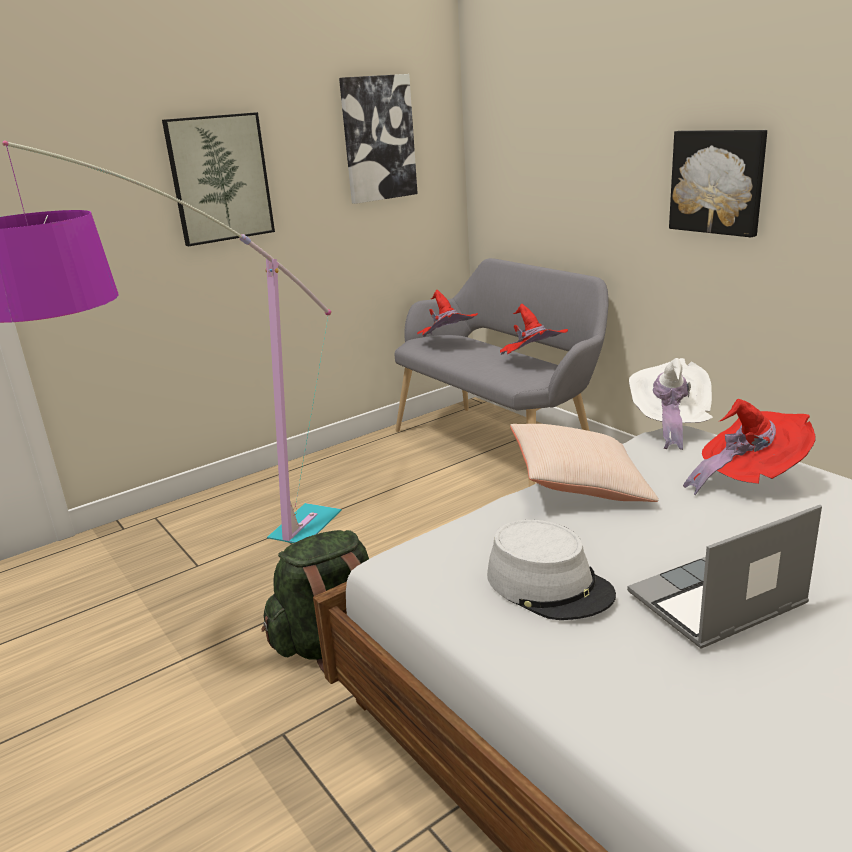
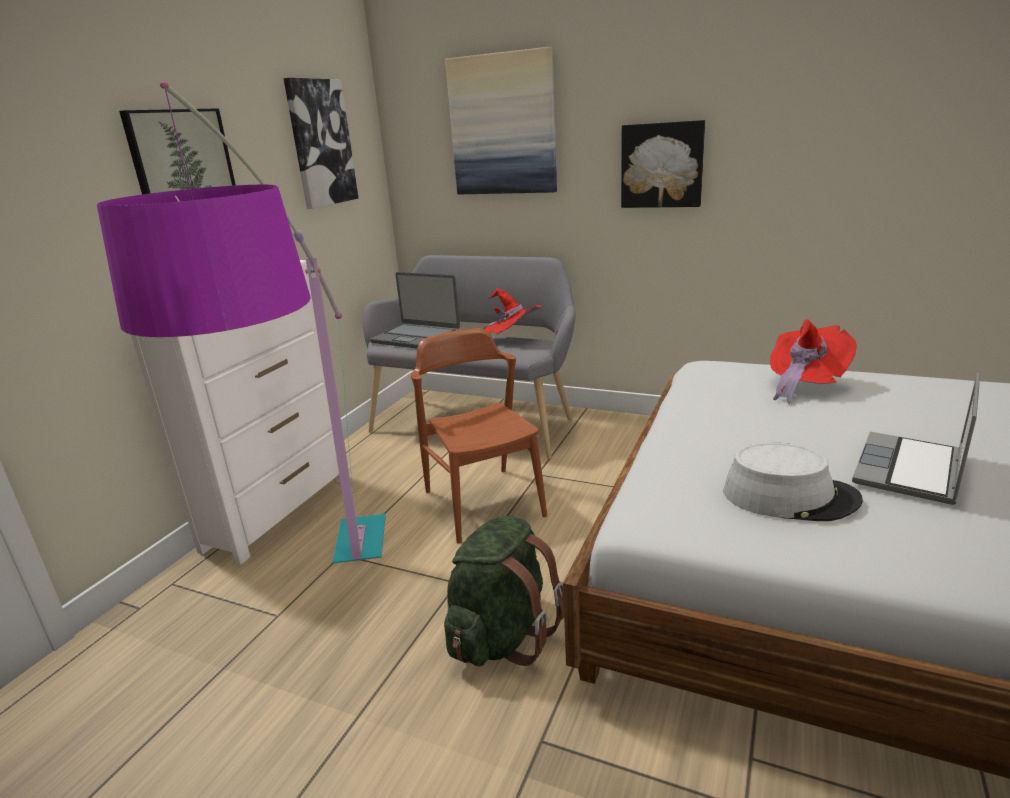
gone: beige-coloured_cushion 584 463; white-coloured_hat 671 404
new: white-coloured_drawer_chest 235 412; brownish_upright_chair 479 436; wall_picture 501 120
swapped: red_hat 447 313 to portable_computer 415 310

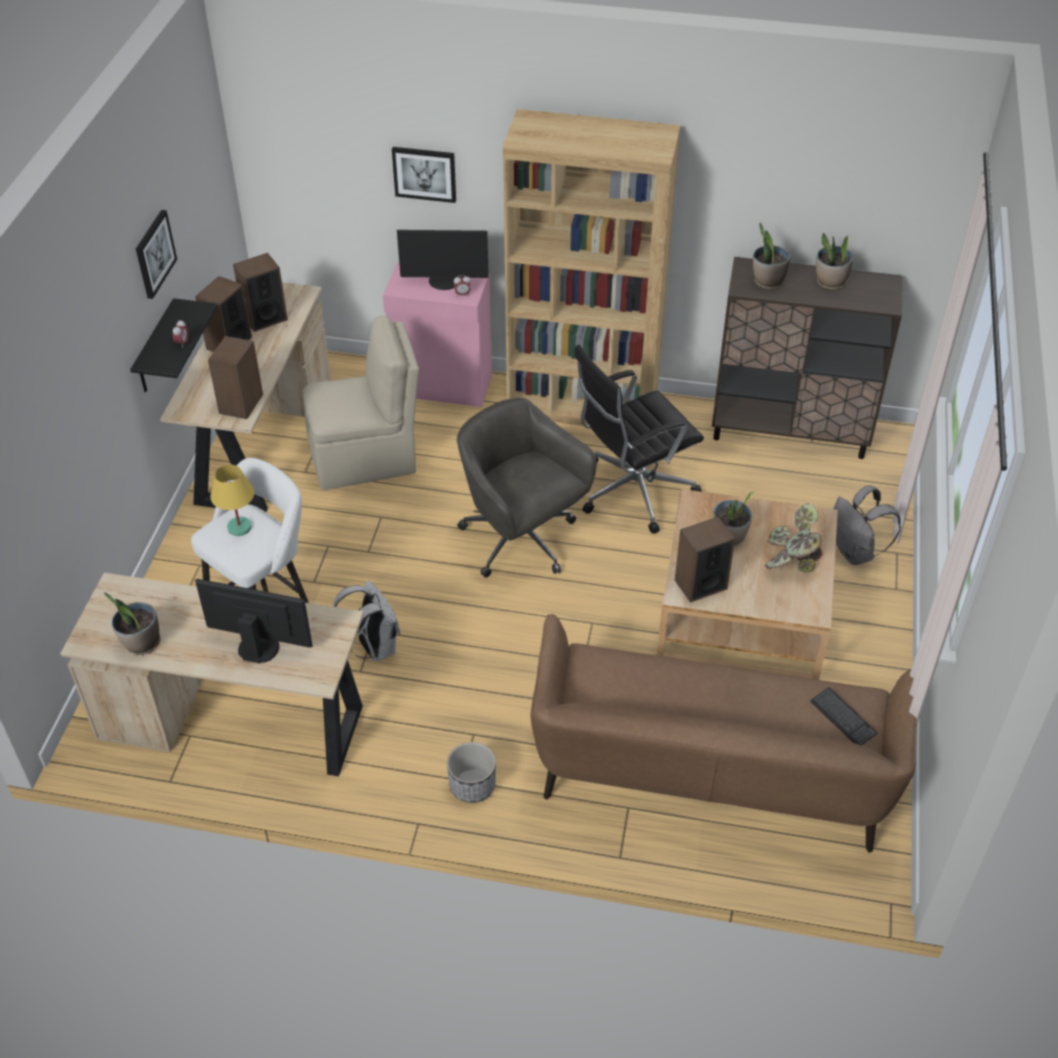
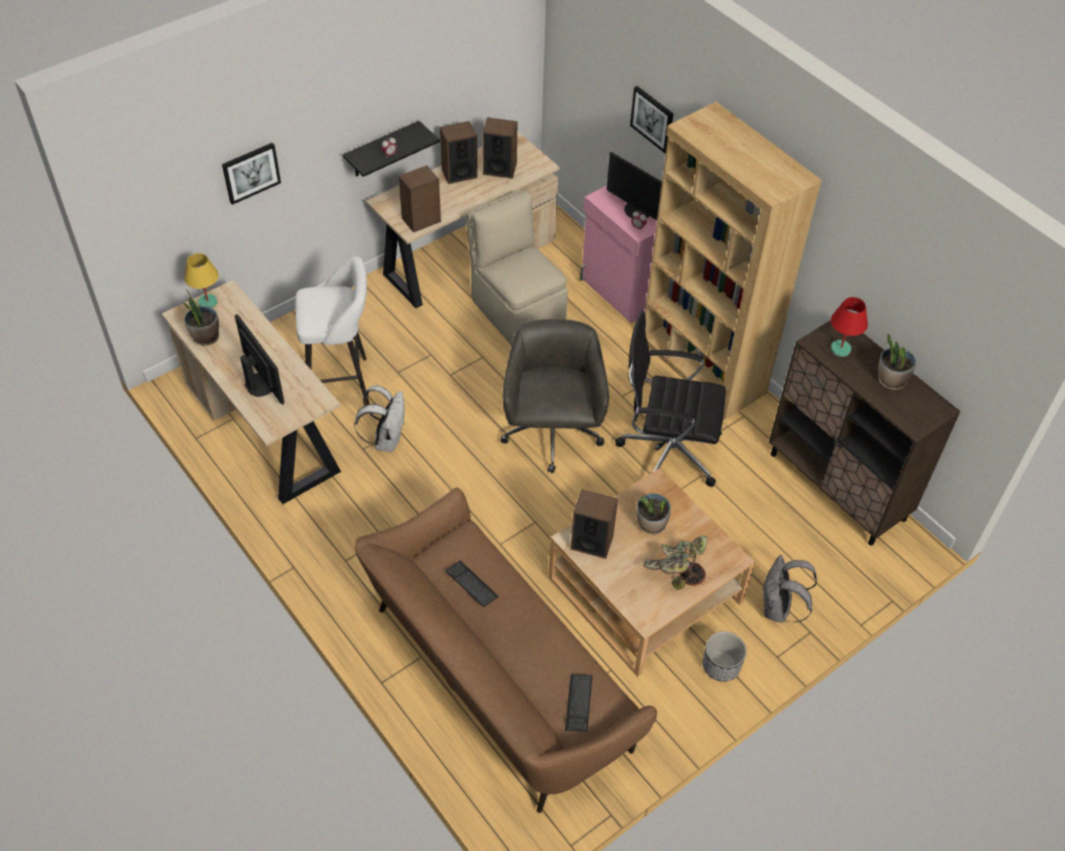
new: PC_keyboard 472 584
shifted: wall_picture 156 254 to 251 174; yellow_lamp_for_a_table 232 500 to 201 280; flower_pot 471 772 to 725 656
swapped: plant_in_a_pot 771 256 to red_lamp_for_a_table 849 327
rotated: beige-coloured_upright_chair 361 403 = 516 267 150 degrees counterclockwise

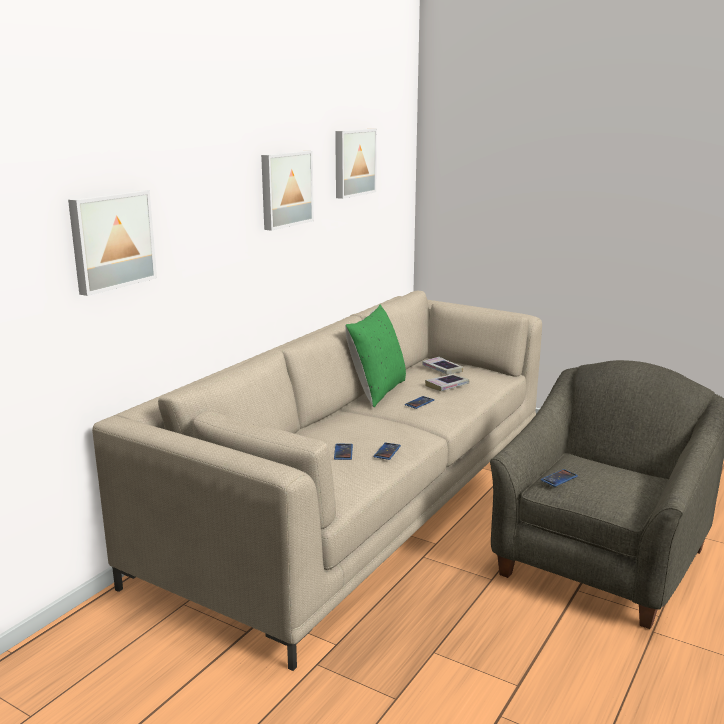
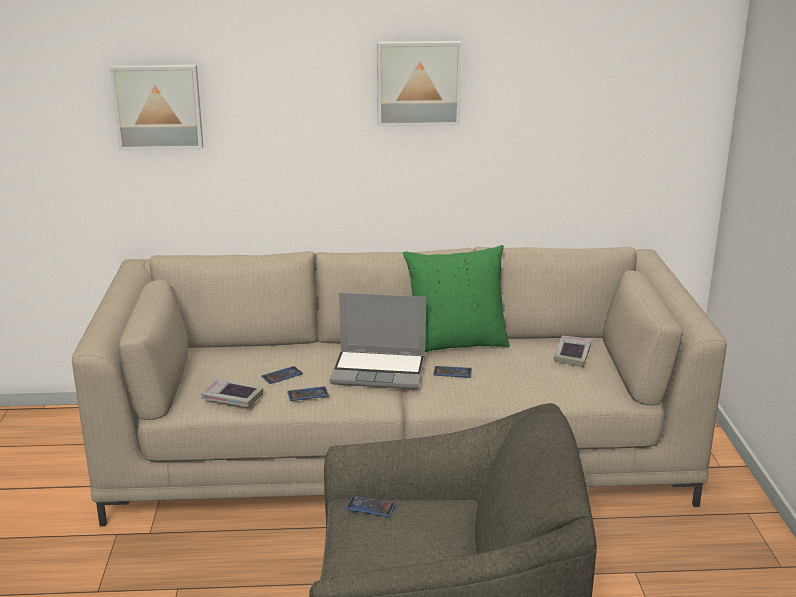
gone: wall_picture 356 164
new: portable_computer 377 341
shifted: bound_book 447 382 to 232 392

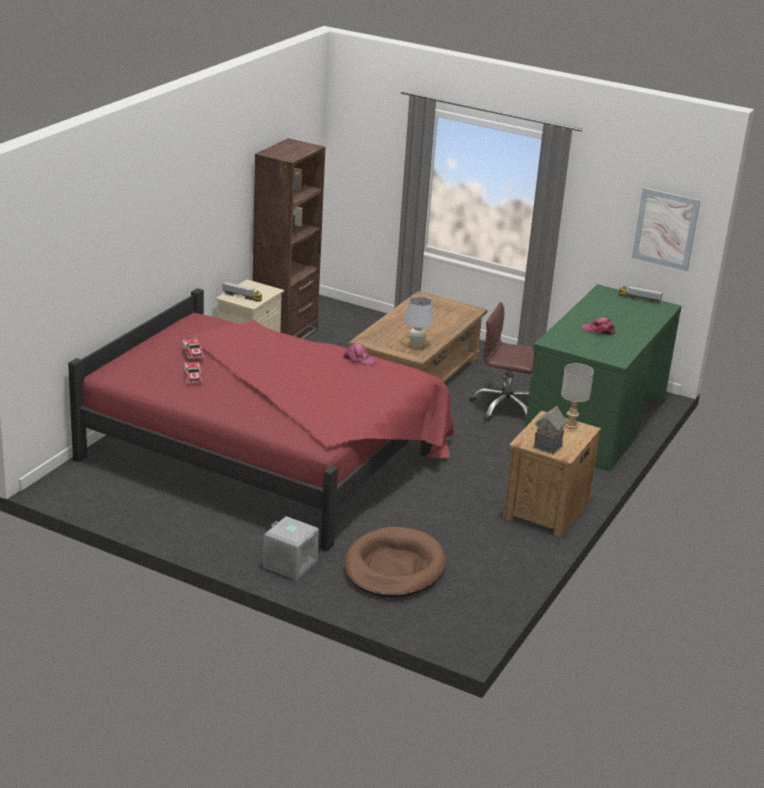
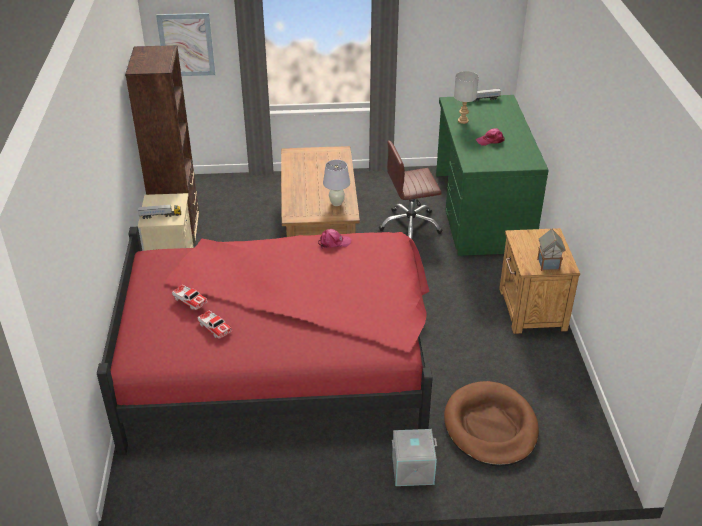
shifted: greyish_lamp_for_a_table 577 396 to 466 97; wall_picture 666 229 to 185 44

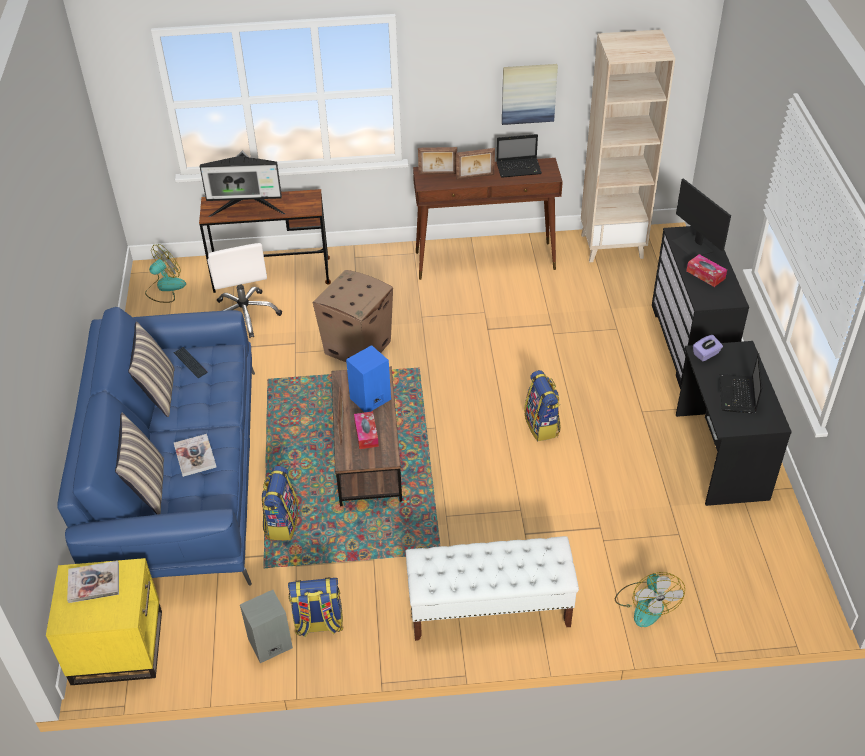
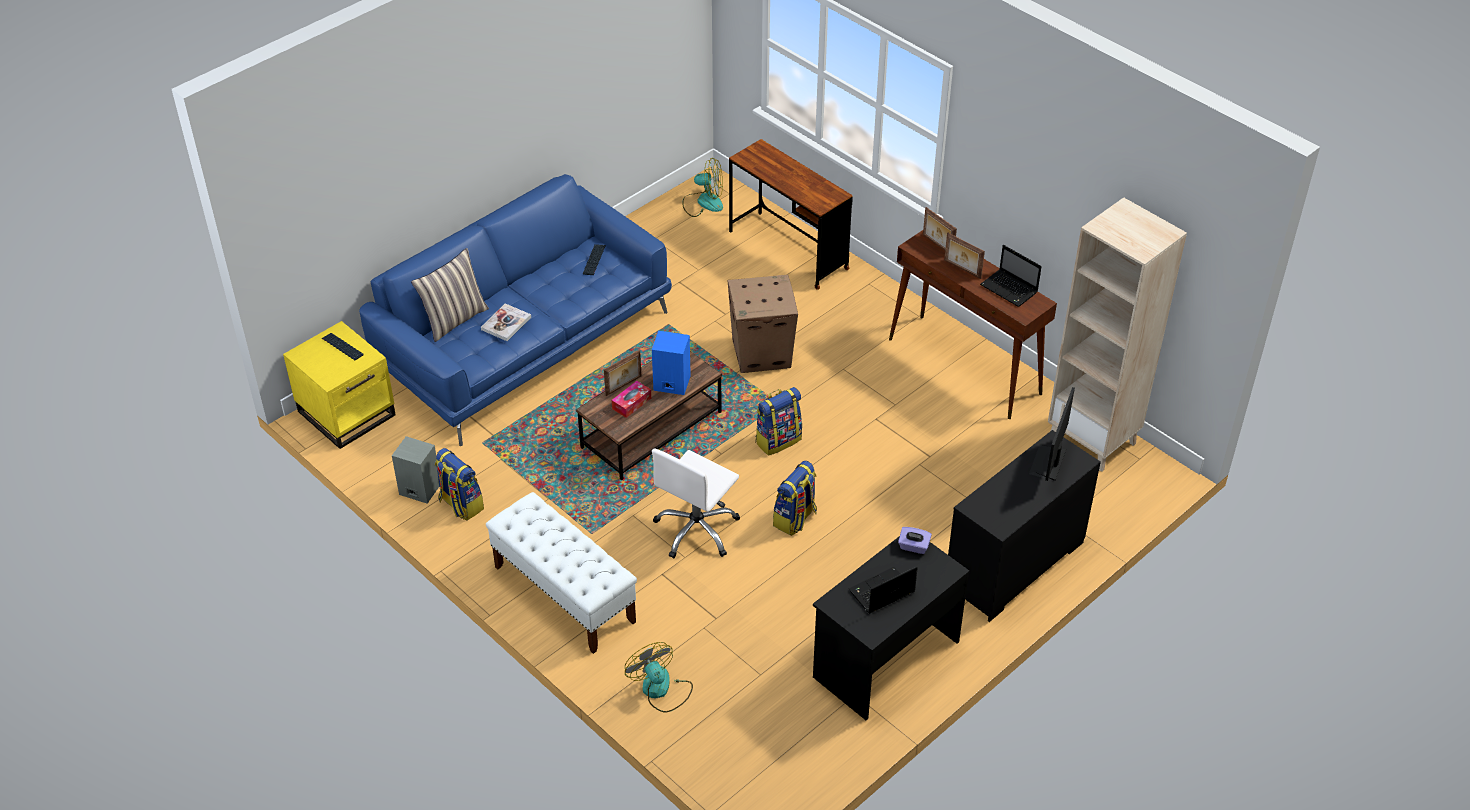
gone: cushion 151 369; computer_display 242 184; wall_picture 530 94; tissue_holder 706 270
shifted: white-coloured_desk_chair 244 290 to 696 503; rucksack 280 503 to 779 421
swapped: bound_book 93 582 to PC_keyboard 343 346
rotated: electric_fan 650 599 = 659 677 105 degrees clockwise

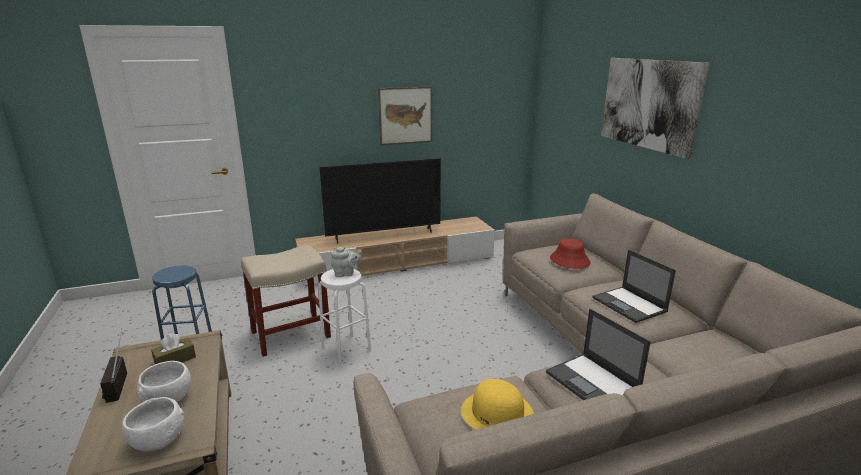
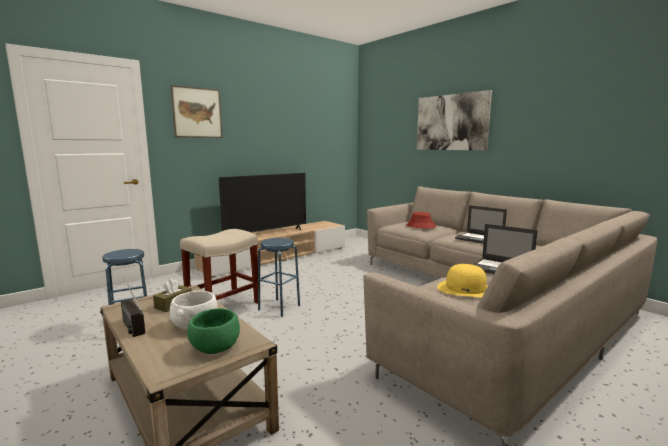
gone: greyish_teapot 347 262
shifted: wall_picture 405 116 to 196 111
repainted: white-coloured_bowl 153 424 to green-coloured_bowl 213 331; white-coloured_sitting_stool 344 317 to blue-coloured_sitting_stool 279 277

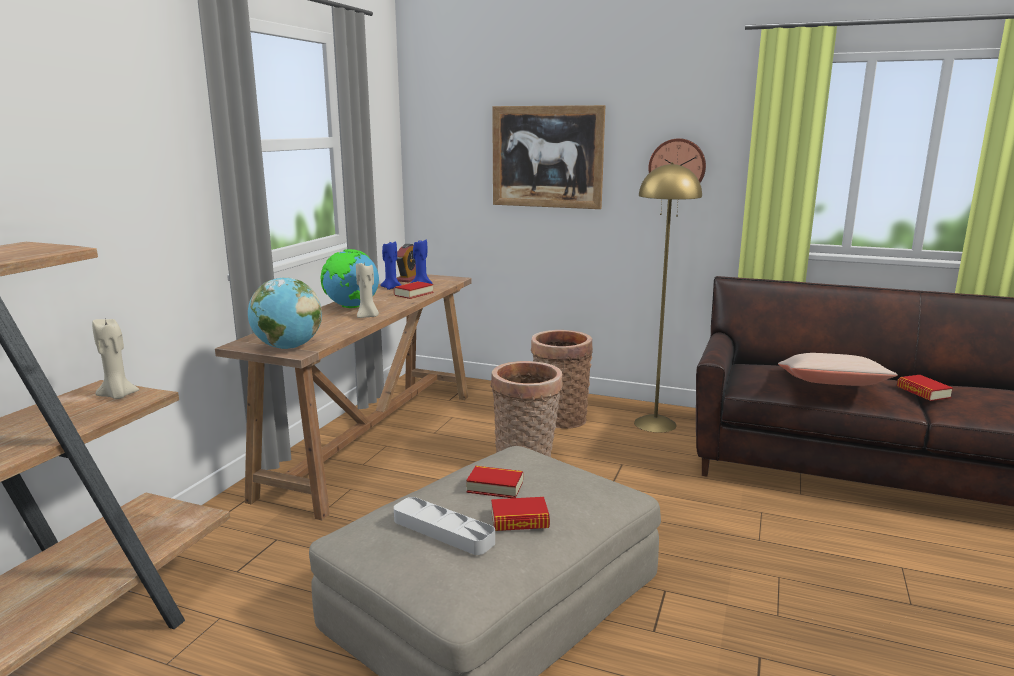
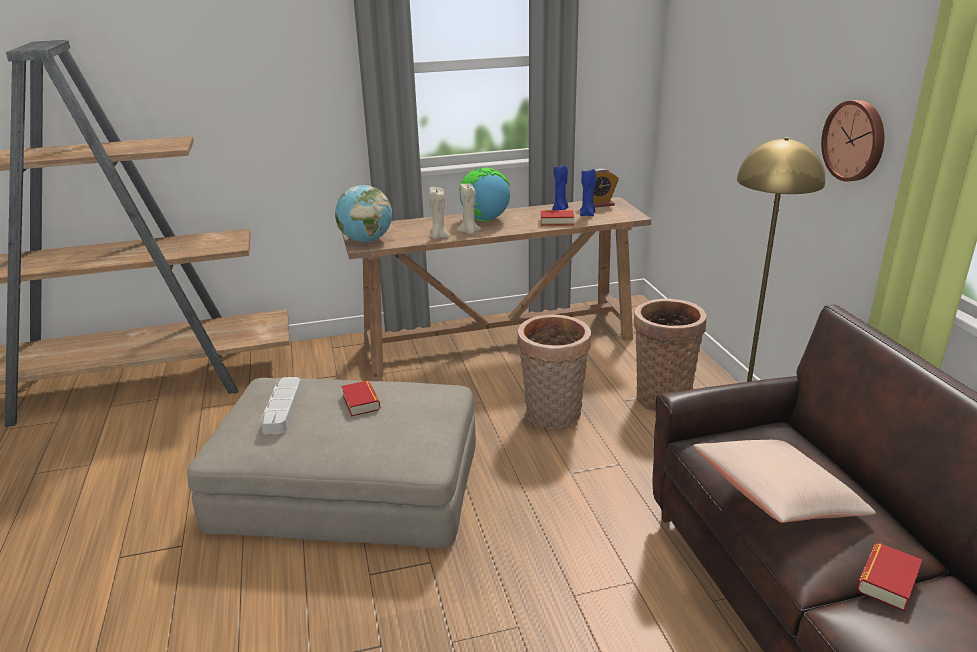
gone: bound_book 520 514; wall_picture 548 157
shifted: beige-coloured_wax_candle 115 358 to 439 213

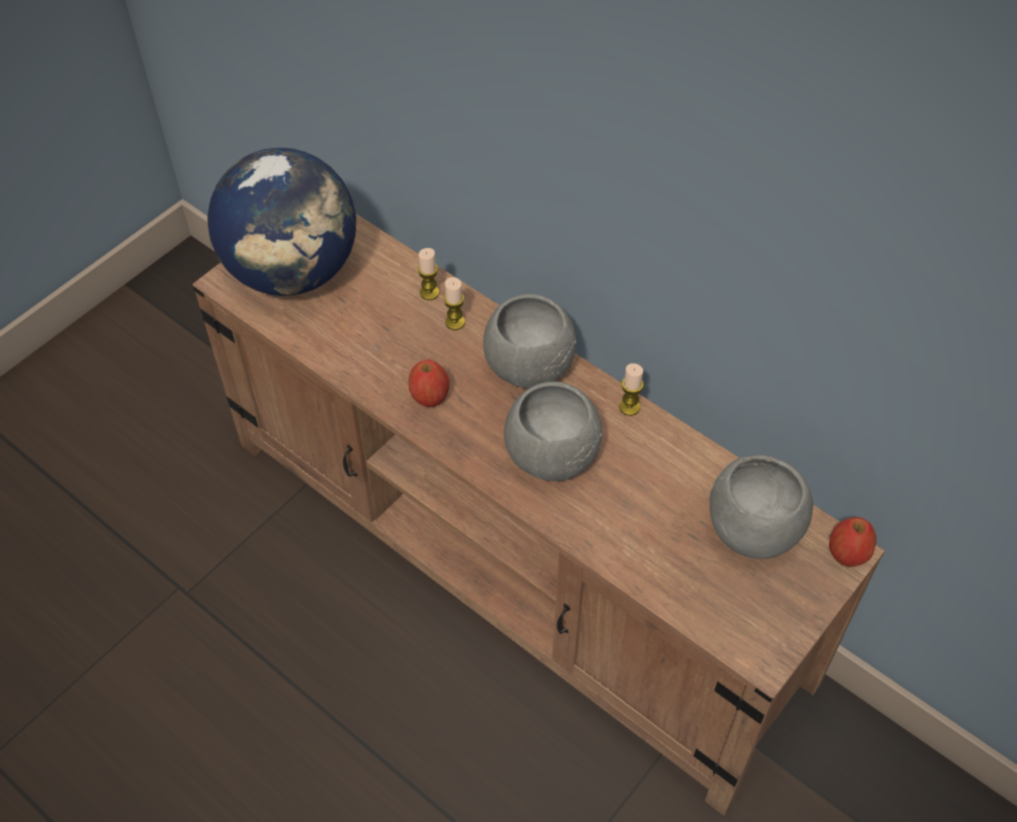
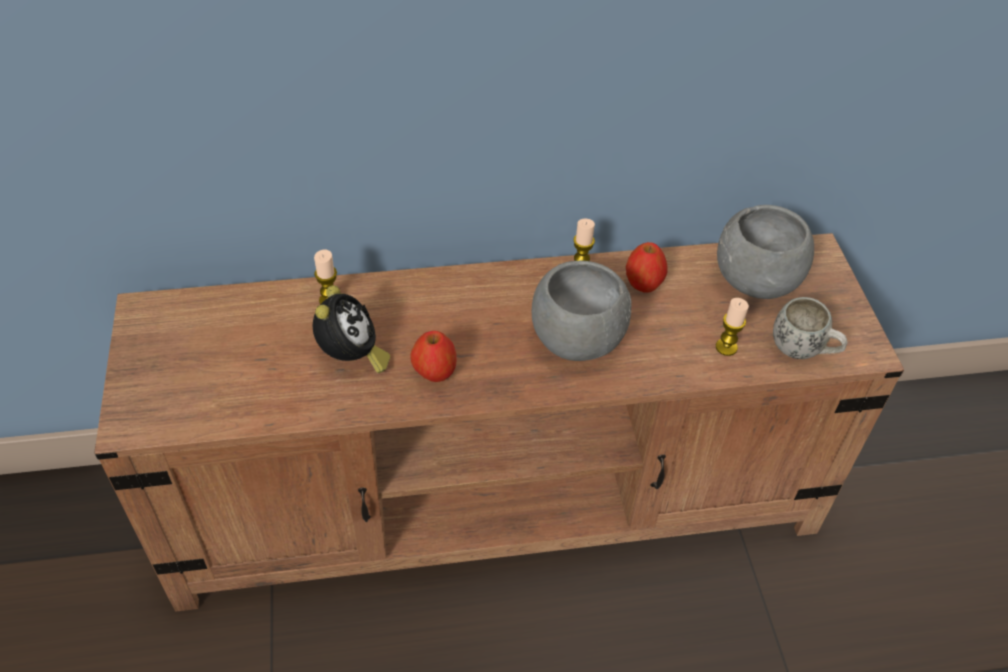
gone: world_globe 281 222; greyish_bowl 529 341
new: alarm_clock 351 329; white-coloured_mug 810 328
shifted: wax_candle 454 303 to 732 327; apple_fruit 853 542 to 647 267

